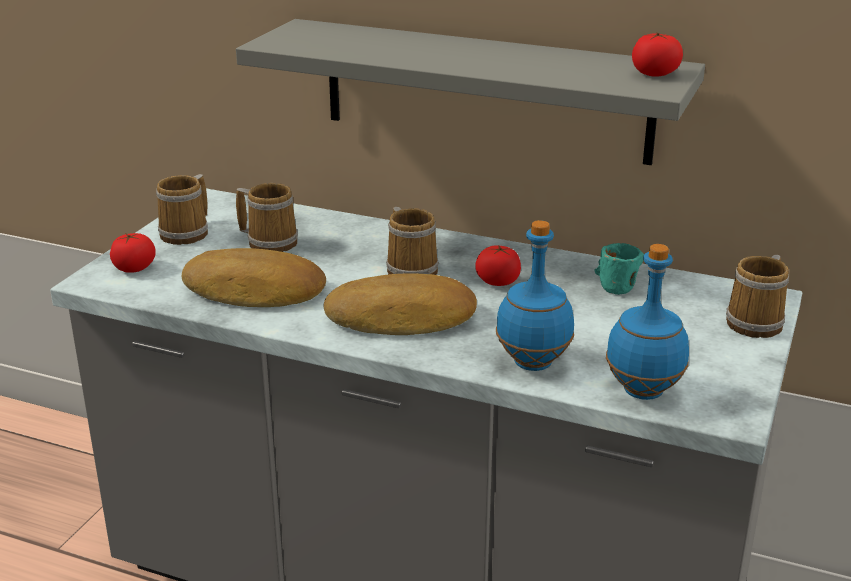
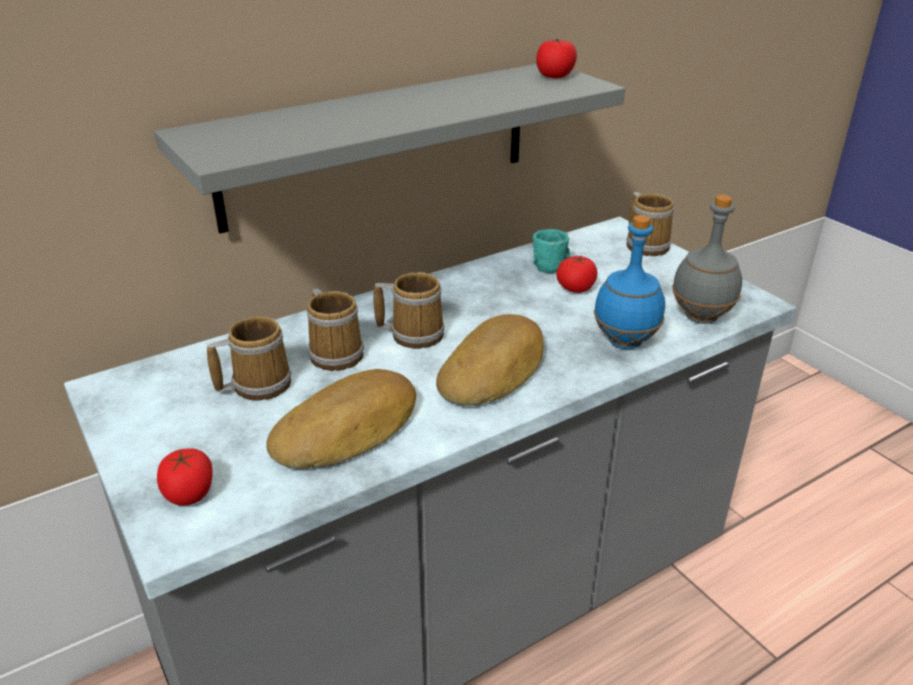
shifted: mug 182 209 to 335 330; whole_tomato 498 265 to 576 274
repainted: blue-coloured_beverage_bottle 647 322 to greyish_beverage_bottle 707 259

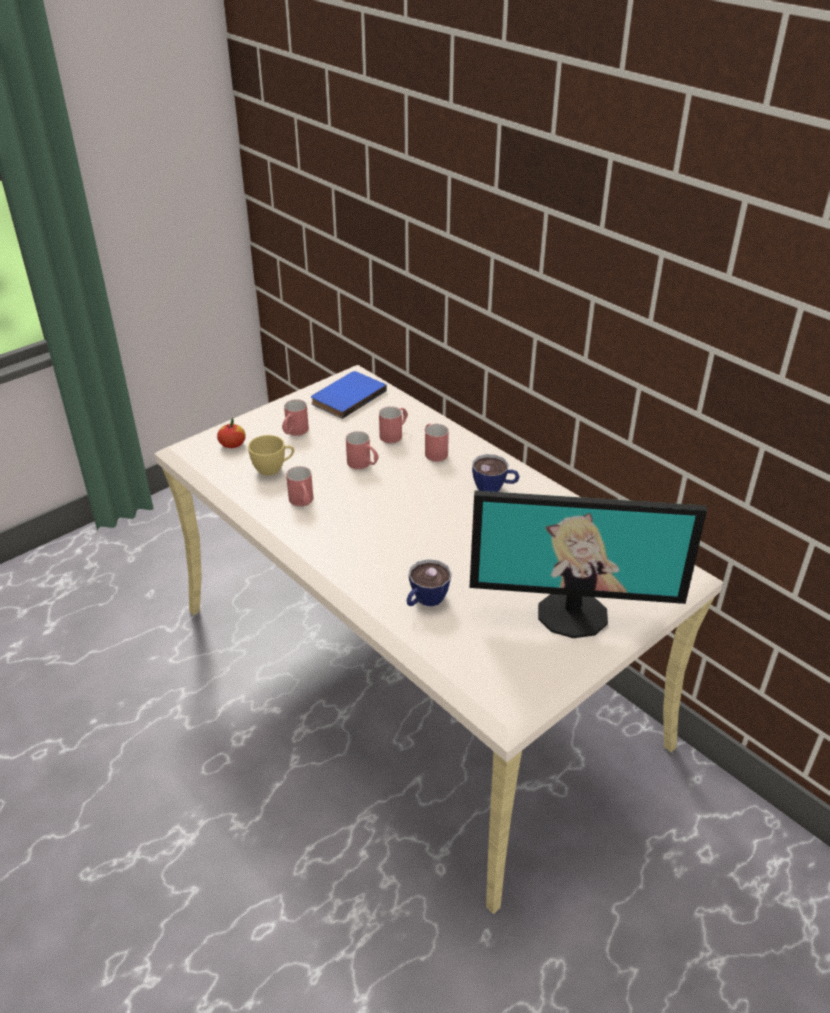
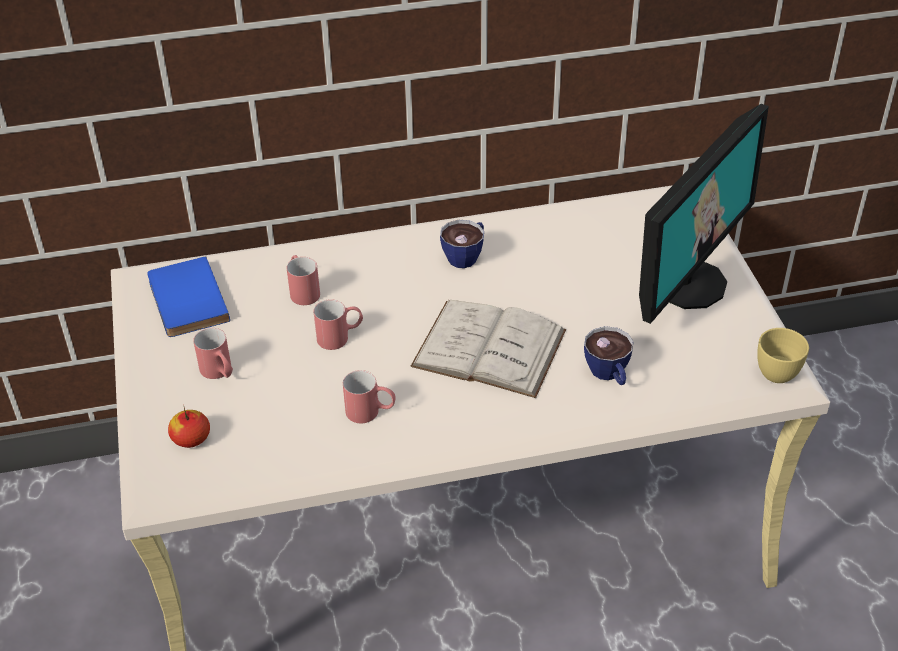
gone: red_mug 437 442
new: white-coloured_bound_book 488 349
shifted: yellow_drinking_cup 271 455 to 783 355

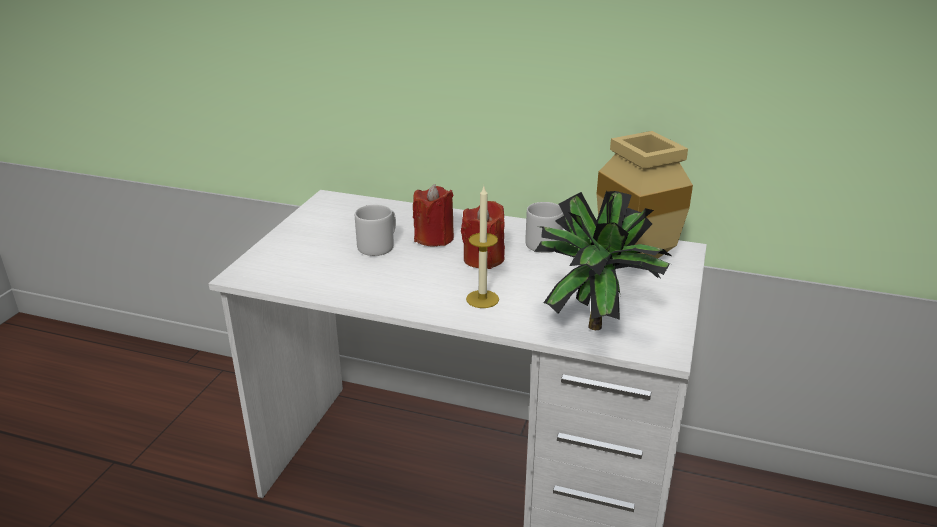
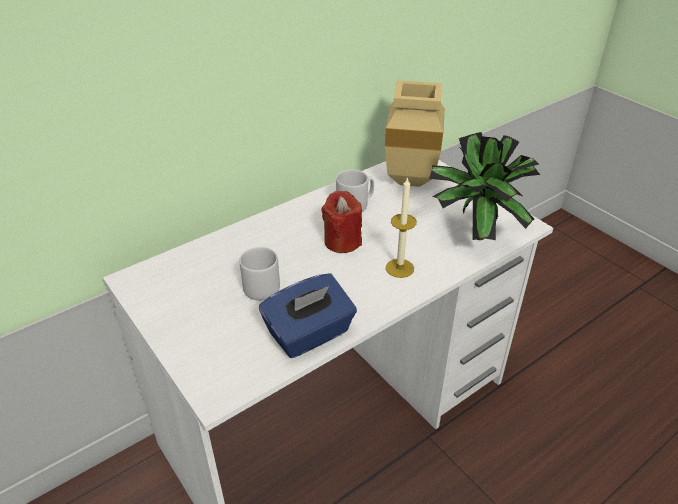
gone: red_wax_candle 433 215
new: blue-coloured_tissue_holder 308 316

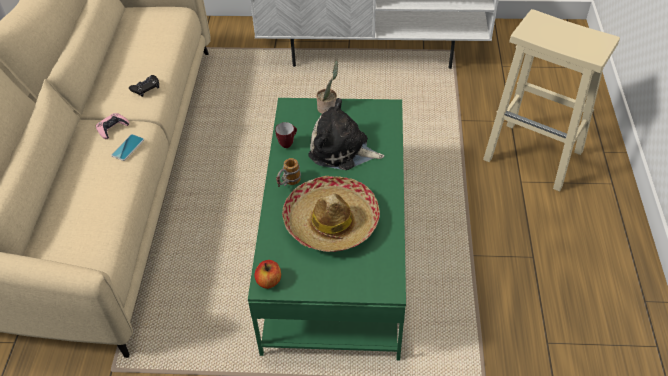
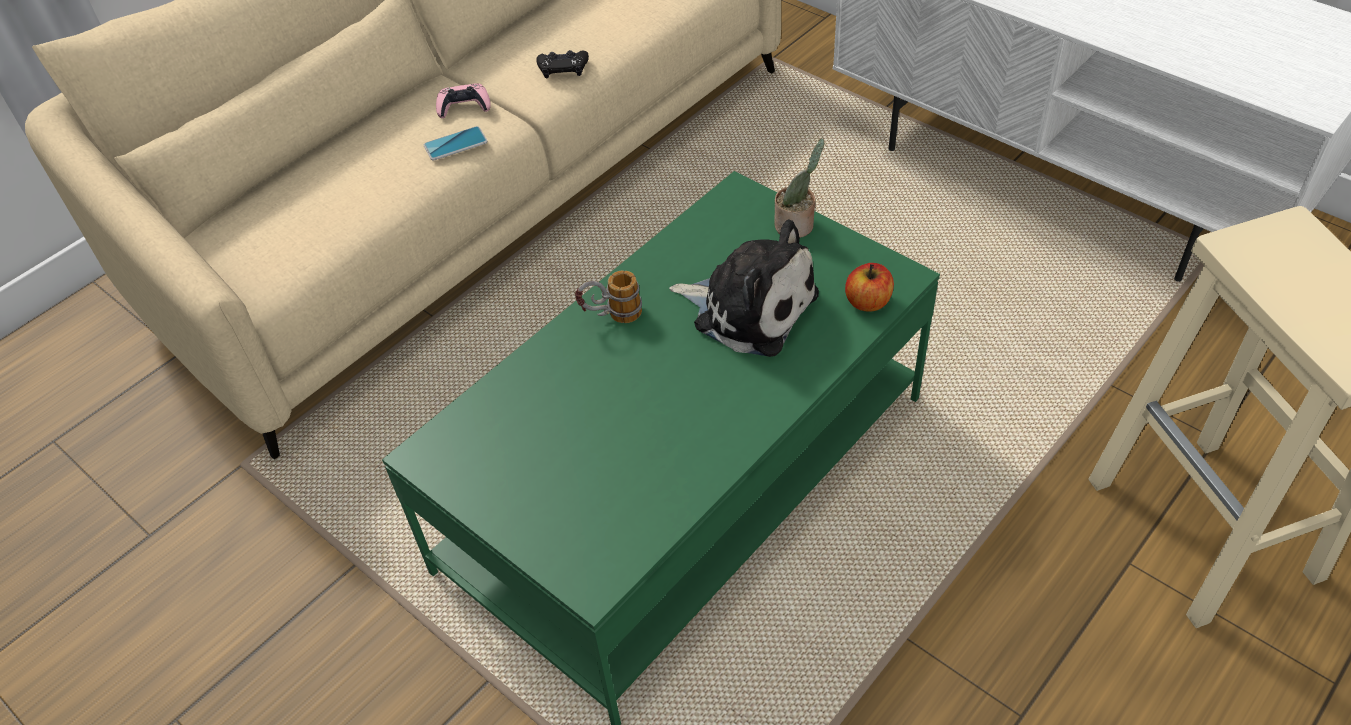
gone: mug 286 135; hat 331 214
shifted: apple_fruit 267 274 to 869 287
rotated: soft_toy 346 134 = 744 288 150 degrees clockwise

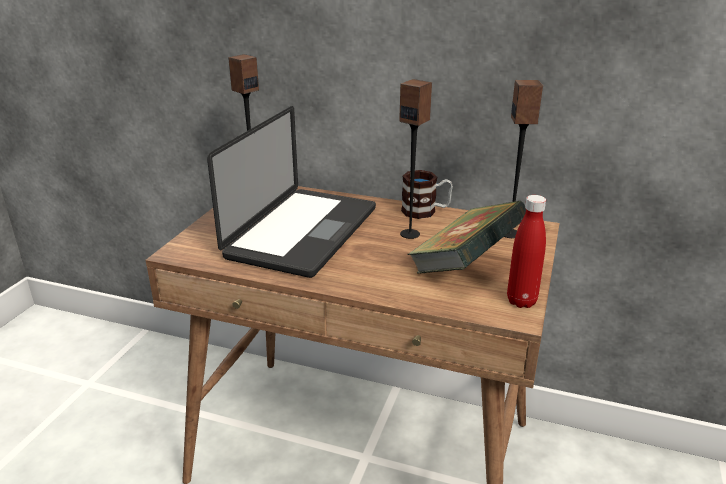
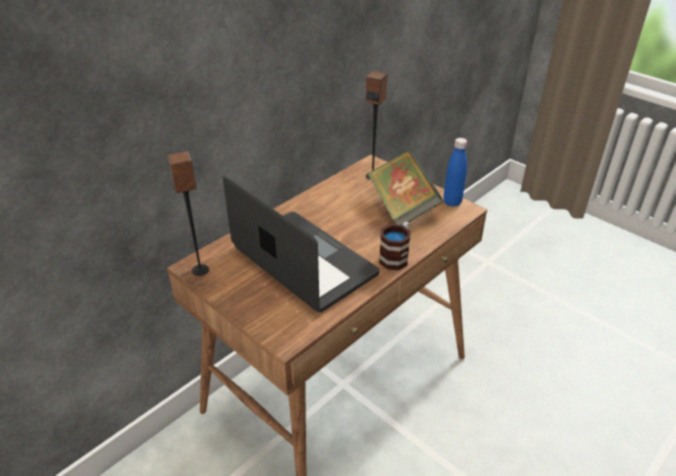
gone: audio_speaker 415 159
shifted: mug 427 194 to 395 246
repainted: red_beverage_bottle 526 251 to blue-coloured_beverage_bottle 455 172

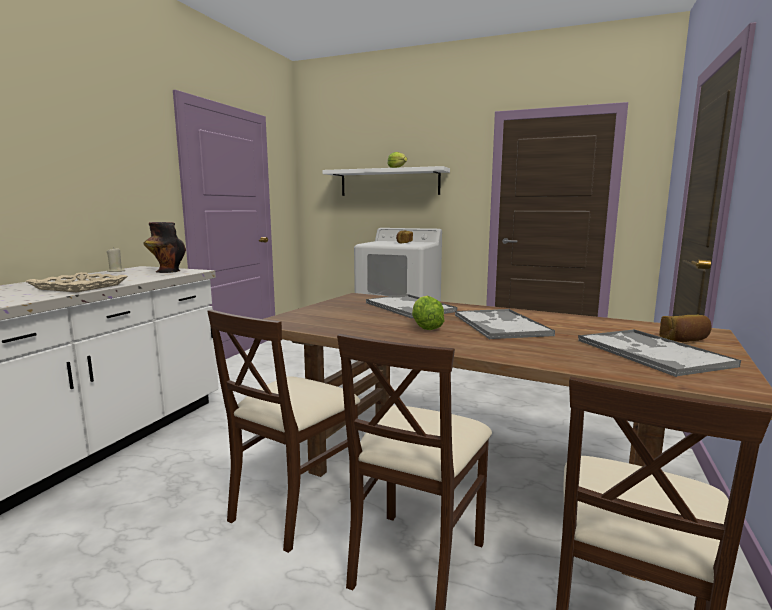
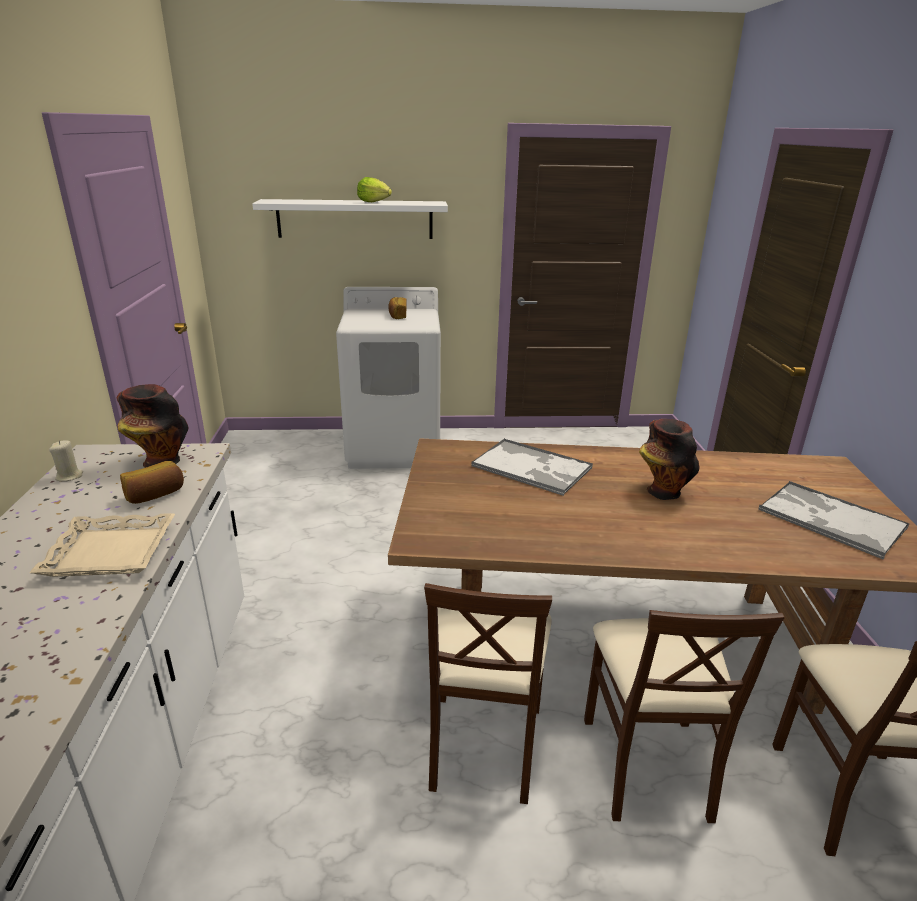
gone: lettuce 428 313
shifted: baked_bread 685 328 to 152 482
swapped: tray 505 324 to decorative_vase 669 459

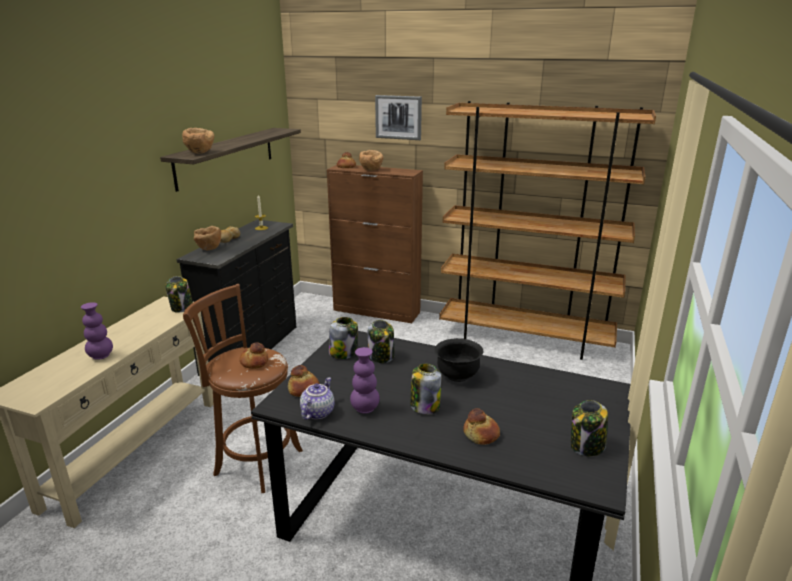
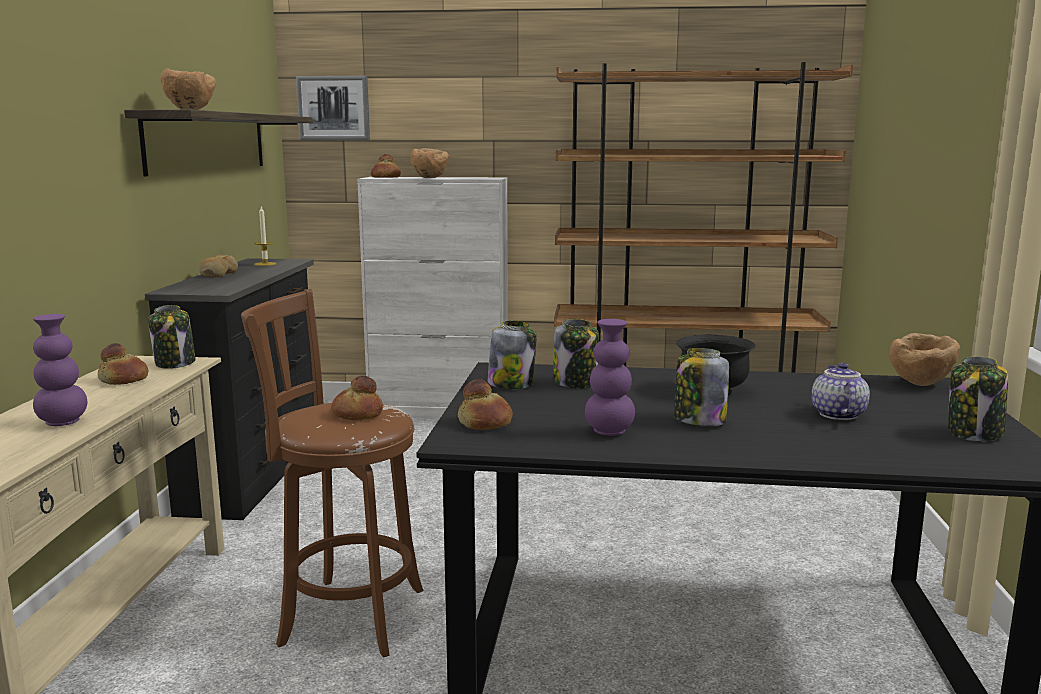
shifted: brownish_bowl 207 238 to 924 359; teapot 317 398 to 840 391; wall_picture 398 117 to 333 108; baked_bread 481 426 to 123 364
repainted: brownish_storage_cabinet 375 244 to white-coloured_storage_cabinet 432 297

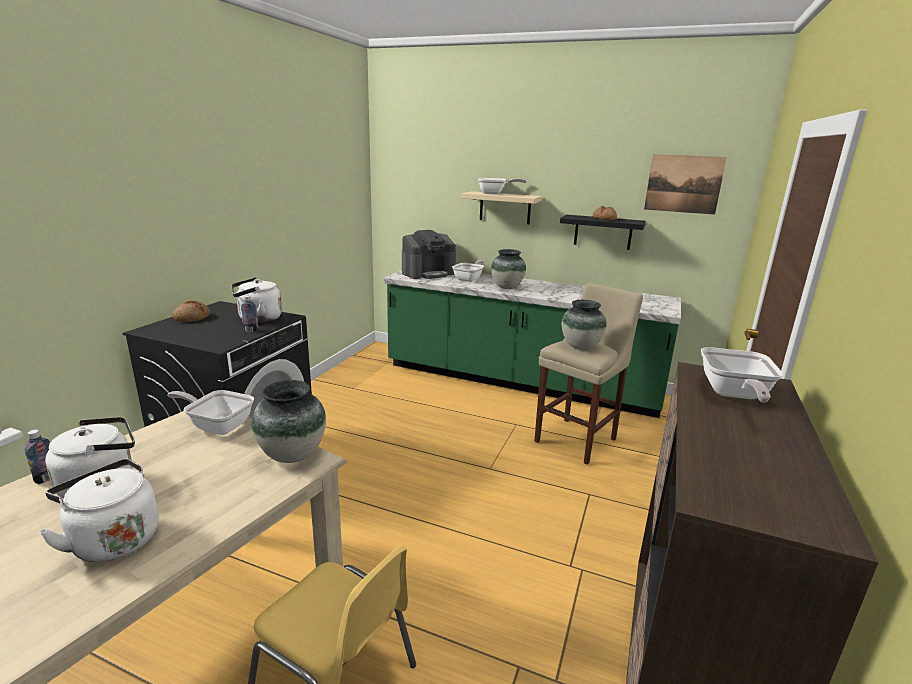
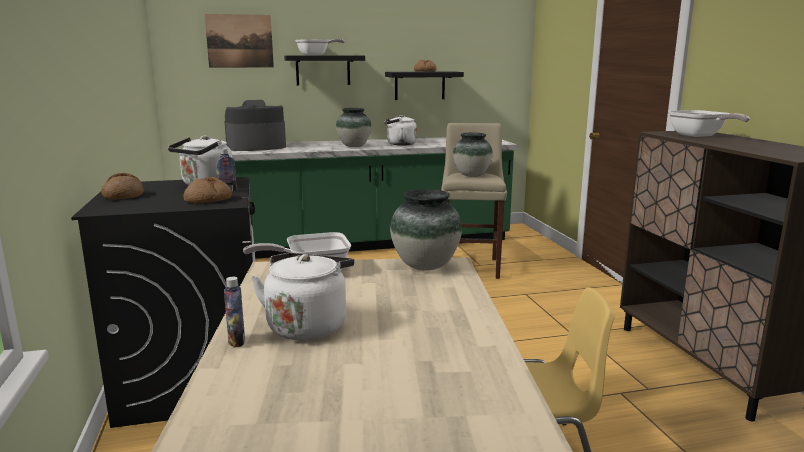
gone: skillet 468 271
new: baked_bread 208 190
shifted: white-coloured_kettle 99 510 to 401 130; wall_picture 685 184 to 239 41
repainted: beige-coloured_shelf 501 207 to blackish_shelf 324 70
rotated: coffee_brewer 429 254 = 255 125 135 degrees counterclockwise

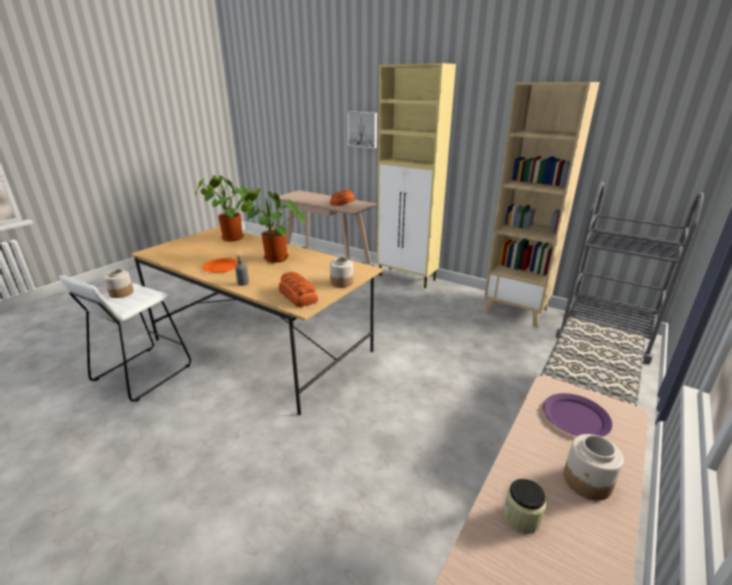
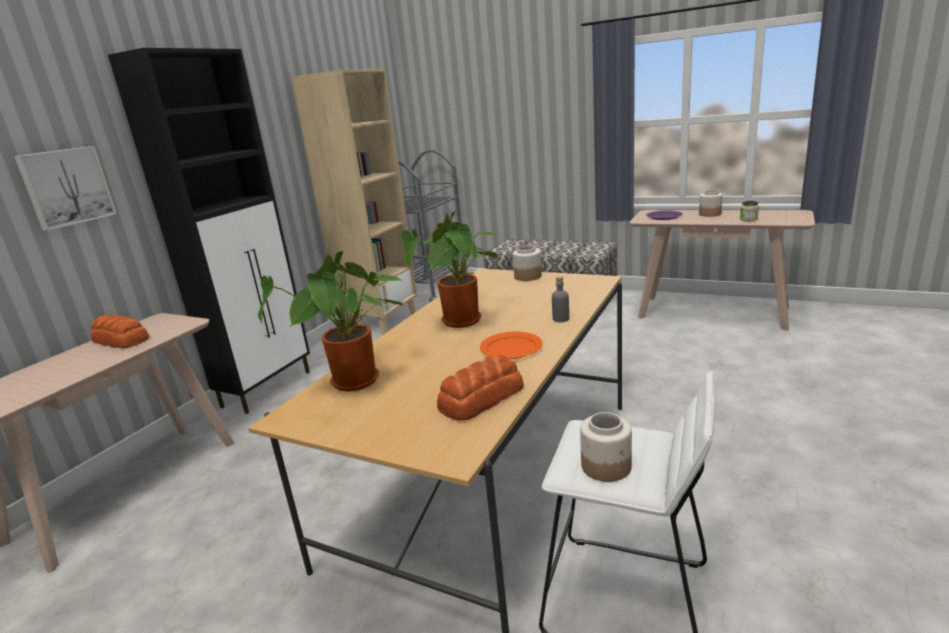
shifted: baked_bread 298 289 to 480 387
repainted: beige-coloured_storage_cabinet 416 175 to blackish_storage_cabinet 209 231

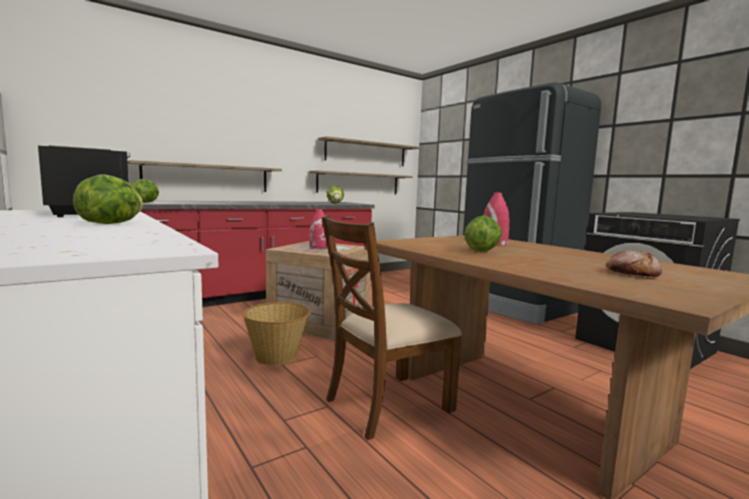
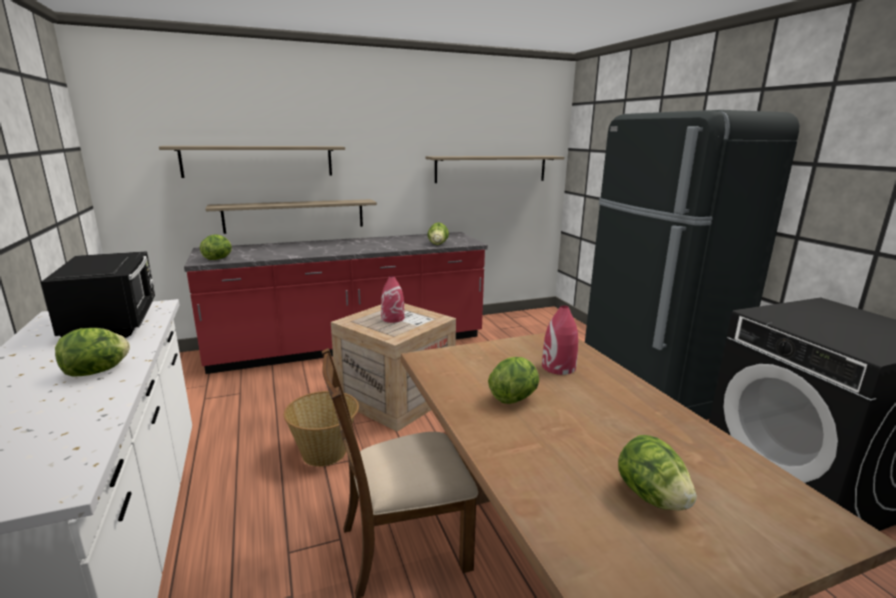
shifted: shelf 361 183 to 252 162
swapped: baked_bread 633 263 to lettuce 657 473

